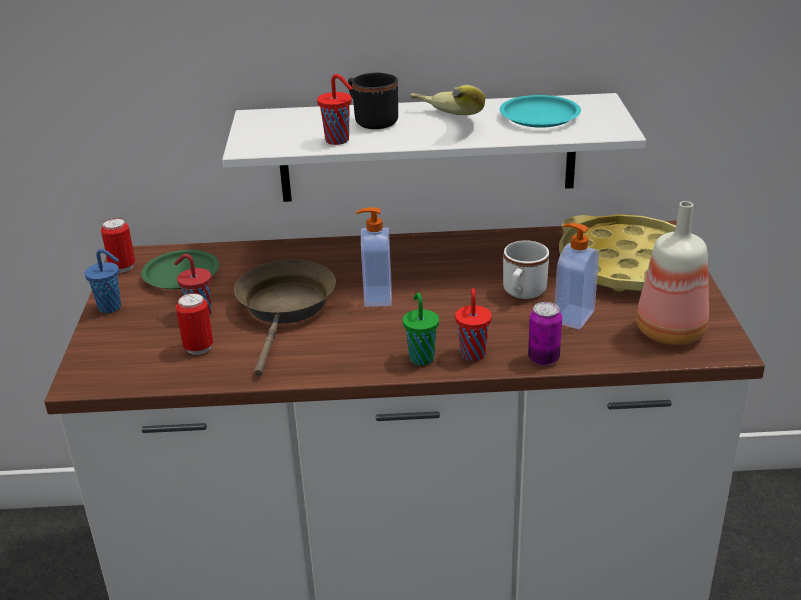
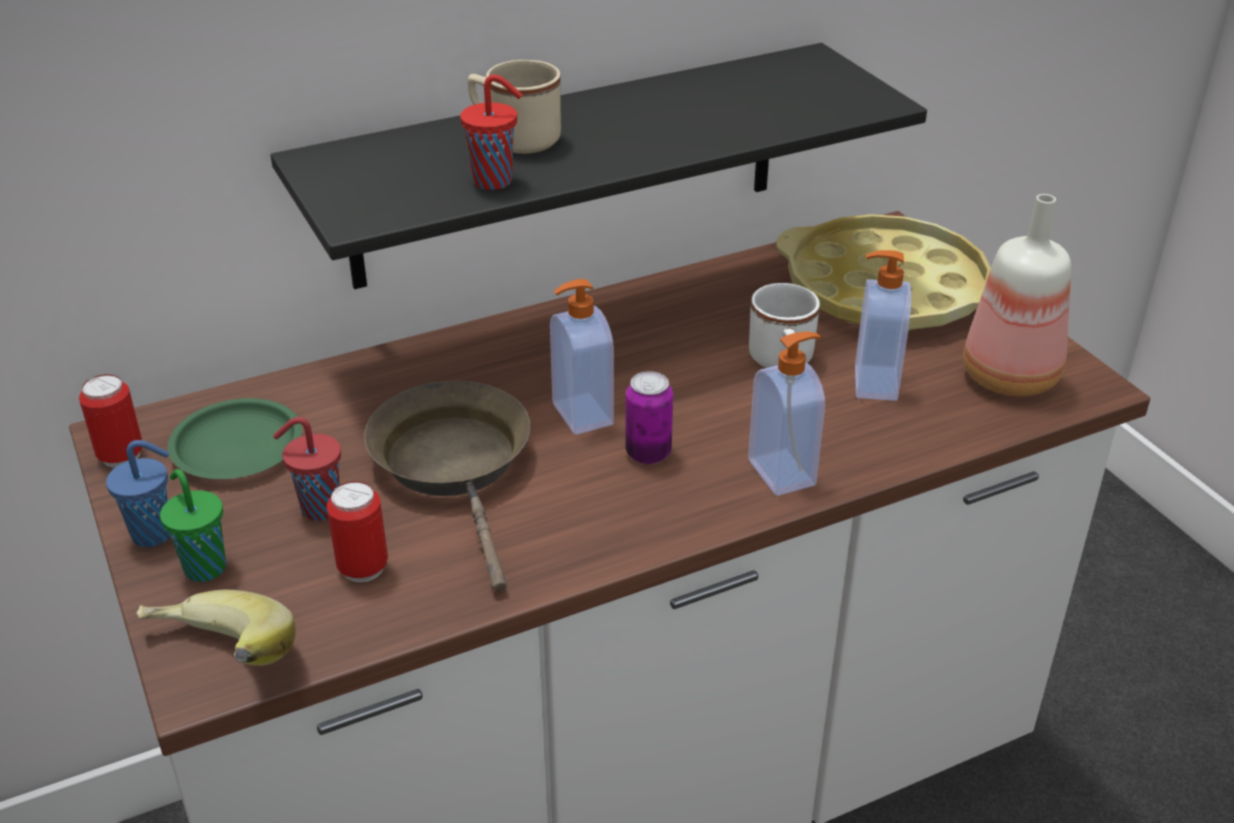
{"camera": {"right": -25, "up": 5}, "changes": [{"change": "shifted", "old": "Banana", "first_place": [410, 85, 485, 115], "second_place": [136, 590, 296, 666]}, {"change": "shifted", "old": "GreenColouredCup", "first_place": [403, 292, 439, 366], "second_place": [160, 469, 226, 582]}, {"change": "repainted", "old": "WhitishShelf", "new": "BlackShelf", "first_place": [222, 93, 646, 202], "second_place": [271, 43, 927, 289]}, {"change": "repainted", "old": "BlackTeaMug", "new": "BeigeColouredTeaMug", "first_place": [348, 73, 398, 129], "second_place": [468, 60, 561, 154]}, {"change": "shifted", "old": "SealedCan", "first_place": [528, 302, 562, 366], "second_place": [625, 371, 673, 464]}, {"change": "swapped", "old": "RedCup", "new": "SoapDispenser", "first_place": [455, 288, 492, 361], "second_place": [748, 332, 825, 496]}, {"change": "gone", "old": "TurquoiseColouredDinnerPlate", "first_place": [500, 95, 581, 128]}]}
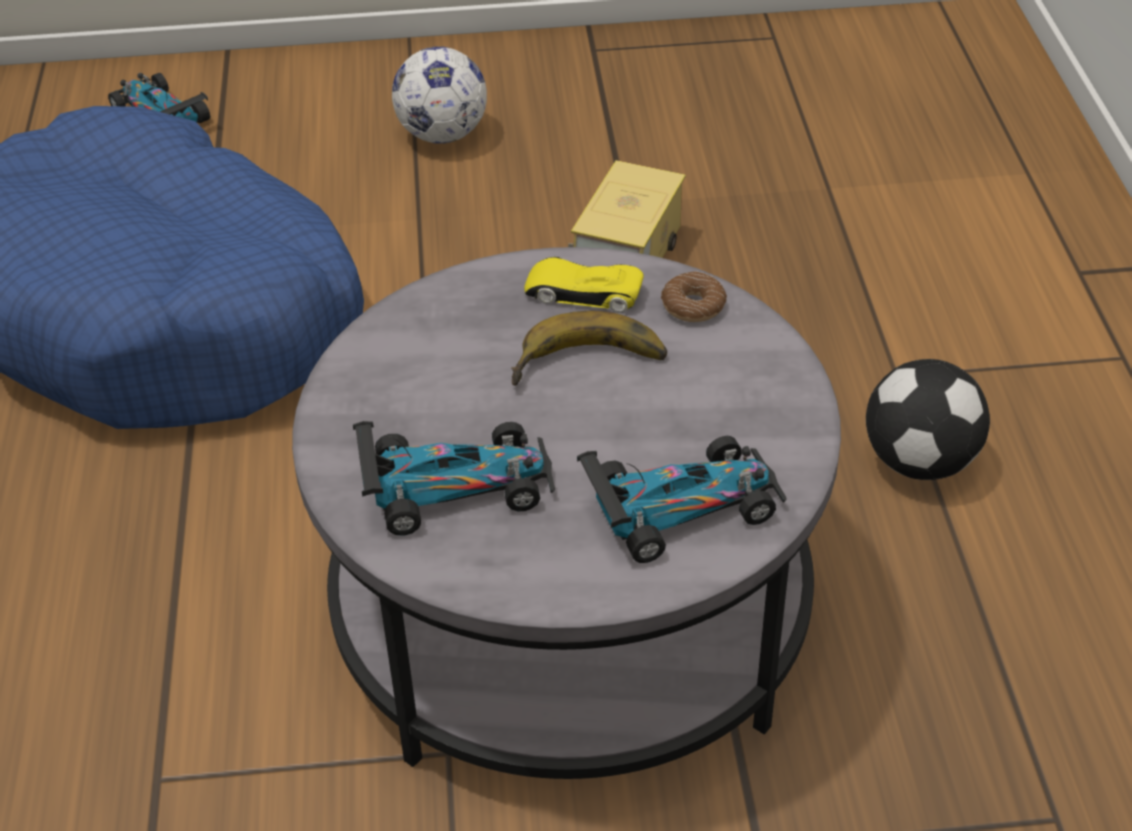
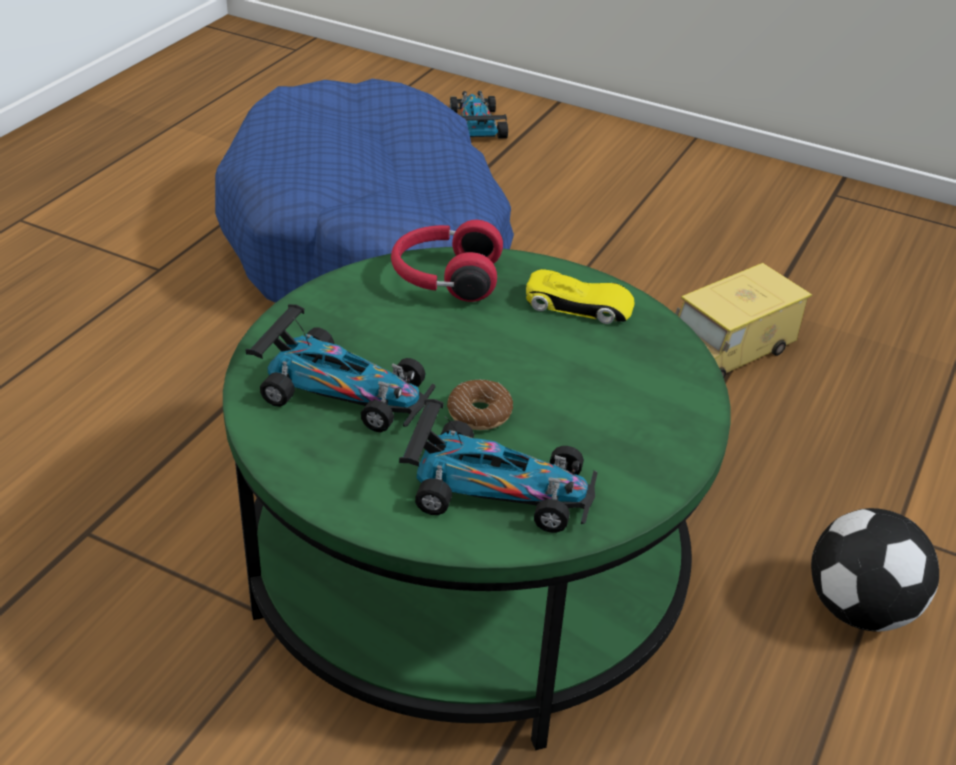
{"camera": {"right": 30, "up": -5}, "changes": [{"change": "repainted", "old": "GrayLoungeTable", "new": "GreenColouredLoungeTable", "first_place": [292, 247, 841, 779], "second_place": [223, 247, 731, 750]}, {"change": "new", "new": "RedHeadset", "second_place": [391, 220, 503, 302]}, {"change": "shifted", "old": "Donut", "first_place": [661, 271, 727, 322], "second_place": [447, 380, 513, 430]}, {"change": "rotated", "old": "YellowishMiniatureCar", "first_place": [524, 257, 644, 313], "second_place": [526, 269, 635, 324], "degrees": 150}, {"change": "gone", "old": "BallForFootball", "first_place": [392, 46, 487, 143]}, {"change": "gone", "old": "Banana", "first_place": [511, 311, 667, 386]}]}
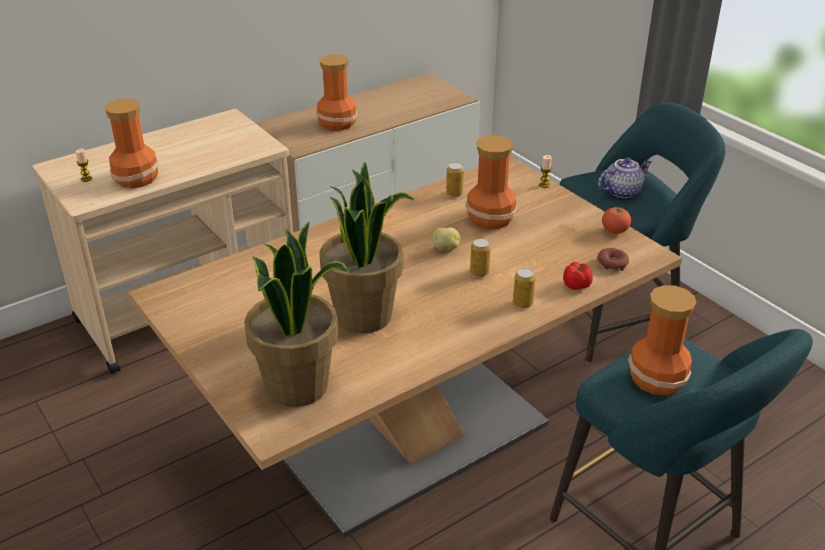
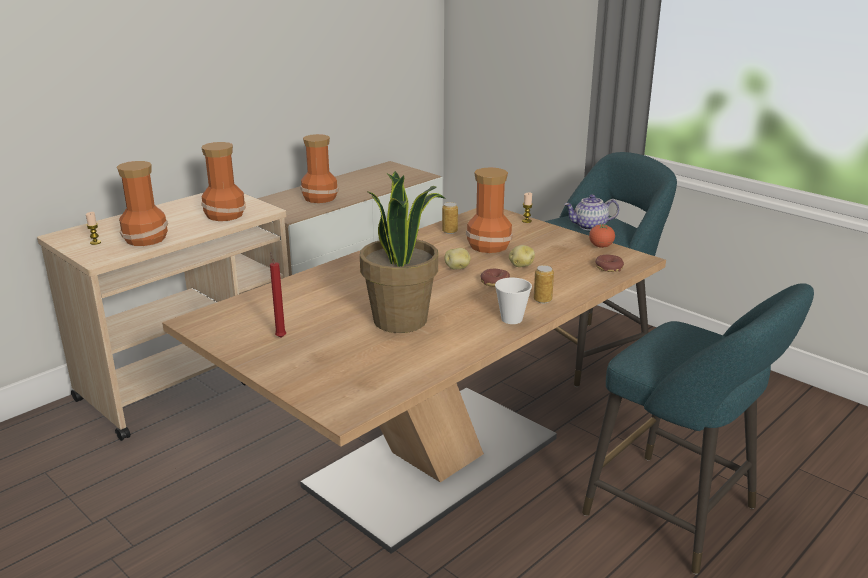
{"camera": {"right": -10, "up": -10}, "changes": [{"change": "shifted", "old": "FlowerVase", "first_place": [628, 285, 697, 395], "second_place": [201, 142, 246, 221]}, {"change": "new", "new": "RedCandle", "second_place": [270, 252, 286, 338]}, {"change": "swapped", "old": "SealedCan", "new": "Donut", "first_place": [470, 238, 491, 277], "second_place": [481, 269, 510, 287]}, {"change": "new", "new": "Cup", "second_place": [495, 278, 532, 324]}, {"change": "new", "new": "Spud", "second_place": [509, 245, 535, 267]}, {"change": "rotated", "old": "PotForTea", "first_place": [598, 158, 653, 198], "second_place": [564, 194, 619, 231], "degrees": -150}, {"change": "gone", "old": "Houseplant", "first_place": [244, 221, 350, 407]}, {"change": "gone", "old": "Tomato", "first_place": [563, 262, 593, 290]}]}
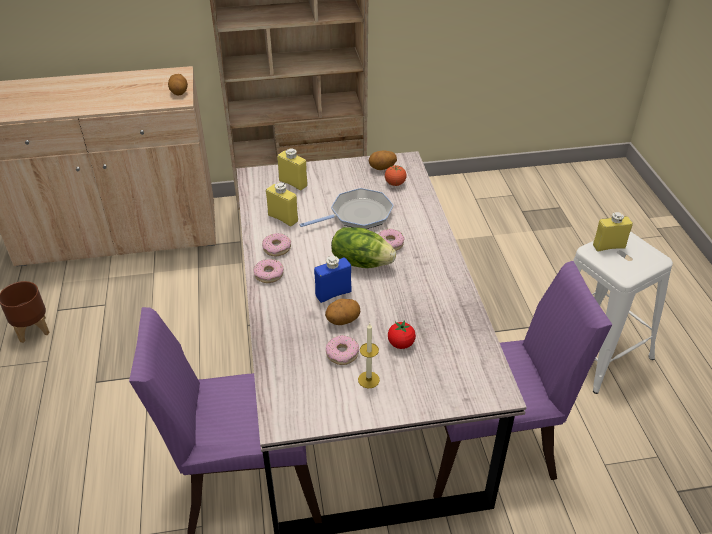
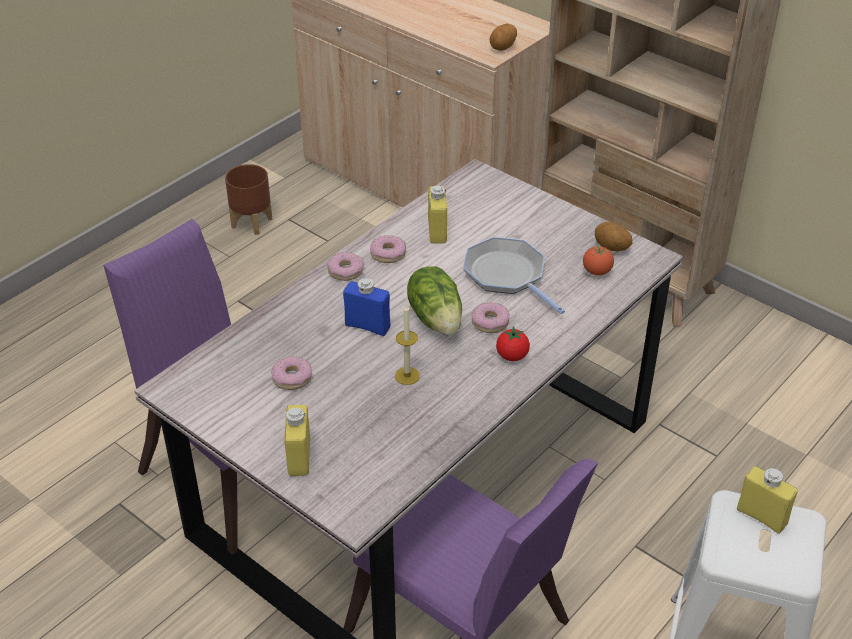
{"camera": {"right": 50, "up": 0}, "changes": [{"change": "shifted", "old": "YellowishDrinkBottle", "first_place": [277, 148, 308, 190], "second_place": [284, 405, 310, 476]}, {"change": "shifted", "old": "Candle", "first_place": [358, 323, 380, 388], "second_place": [395, 305, 420, 385]}, {"change": "rotated", "old": "Pan", "first_place": [299, 188, 394, 229], "second_place": [463, 237, 565, 314], "degrees": -150}, {"change": "shifted", "old": "Tomato", "first_place": [388, 320, 416, 349], "second_place": [496, 326, 530, 361]}, {"change": "gone", "old": "Spud", "first_place": [325, 299, 360, 325]}]}
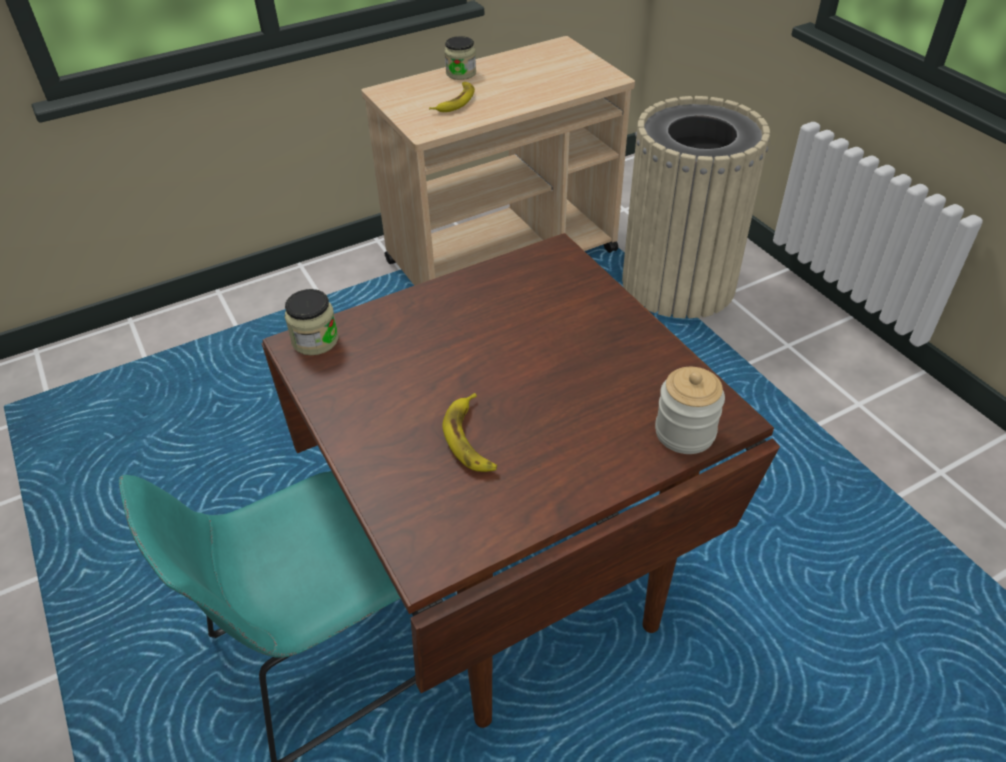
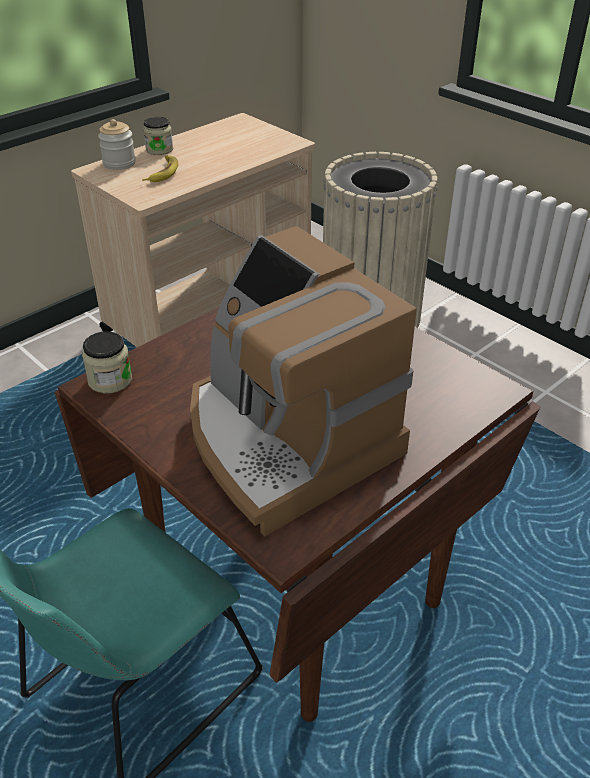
{"camera": {"right": -15, "up": -5}, "changes": [{"change": "shifted", "old": "PreserveJar", "first_place": [655, 367, 725, 454], "second_place": [98, 119, 136, 170]}, {"change": "swapped", "old": "Banana", "new": "CoffeeMachine", "first_place": [442, 393, 497, 472], "second_place": [190, 226, 417, 537]}]}
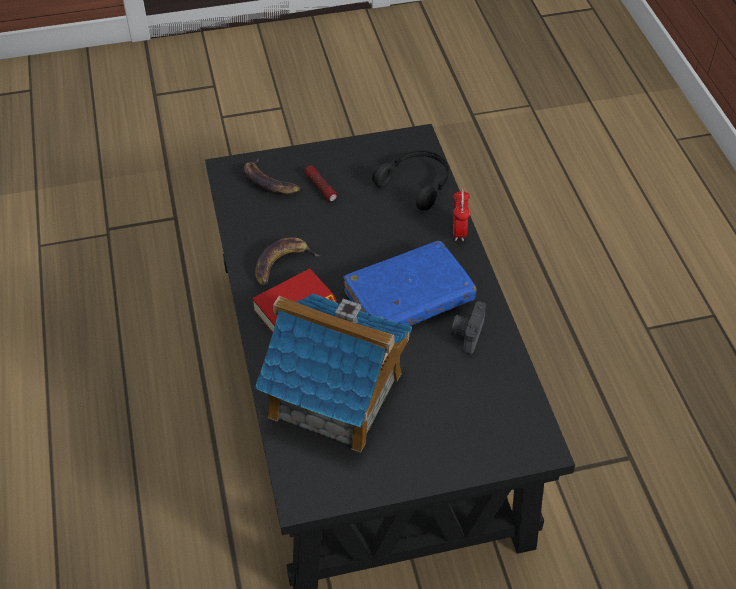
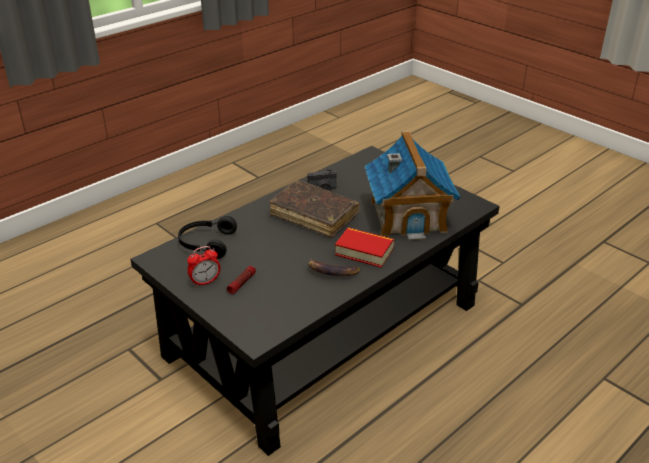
{"camera": {"right": -120, "up": -15}, "changes": [{"change": "shifted", "old": "AlarmClock", "first_place": [453, 189, 470, 241], "second_place": [187, 246, 221, 287]}, {"change": "repainted", "old": "BluishBoundBook", "new": "BrownBoundBook", "first_place": [343, 241, 477, 326], "second_place": [269, 180, 359, 238]}, {"change": "gone", "old": "Banana", "first_place": [244, 159, 300, 194]}]}
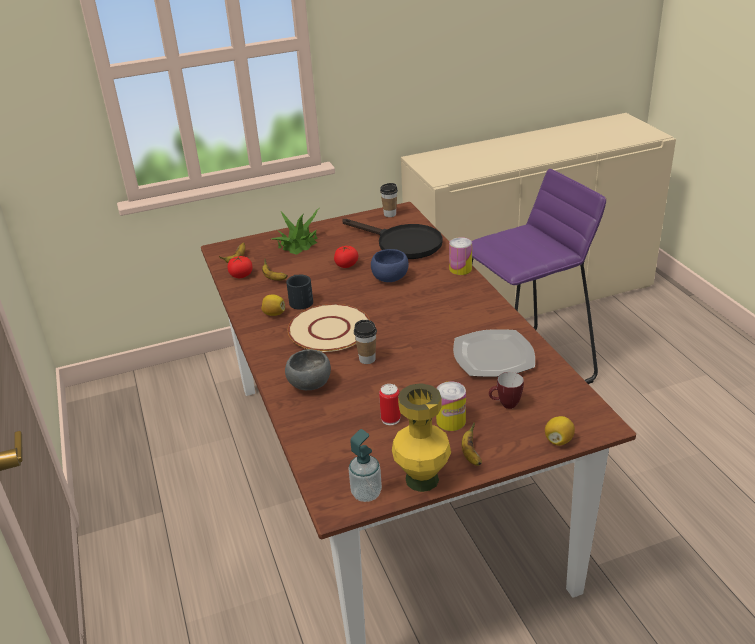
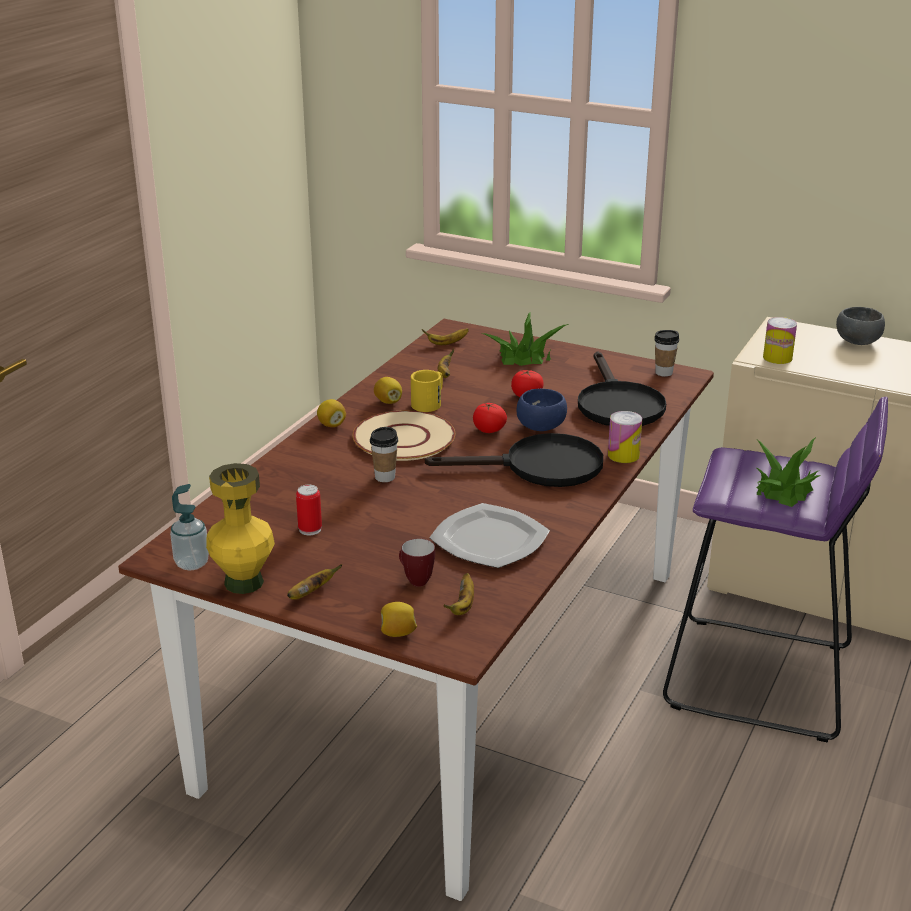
{"camera": {"right": 45, "up": -5}, "changes": [{"change": "new", "new": "WholeLemon", "second_place": [317, 399, 346, 427]}, {"change": "repainted", "old": "BlackTeaMug", "new": "YellowishTeaMug", "first_place": [286, 275, 313, 310], "second_place": [411, 370, 443, 412]}, {"change": "new", "new": "BlackPan", "second_place": [425, 433, 603, 487]}, {"change": "new", "new": "Banana", "second_place": [443, 573, 474, 615]}, {"change": "shifted", "old": "Tomato", "first_place": [227, 256, 253, 278], "second_place": [473, 402, 507, 433]}, {"change": "new", "new": "Houseplant", "second_place": [756, 437, 821, 507]}, {"change": "shifted", "old": "SealedCan", "first_place": [436, 381, 466, 431], "second_place": [763, 317, 797, 364]}, {"change": "shifted", "old": "GrayBowl", "first_place": [285, 349, 331, 390], "second_place": [836, 307, 885, 345]}]}
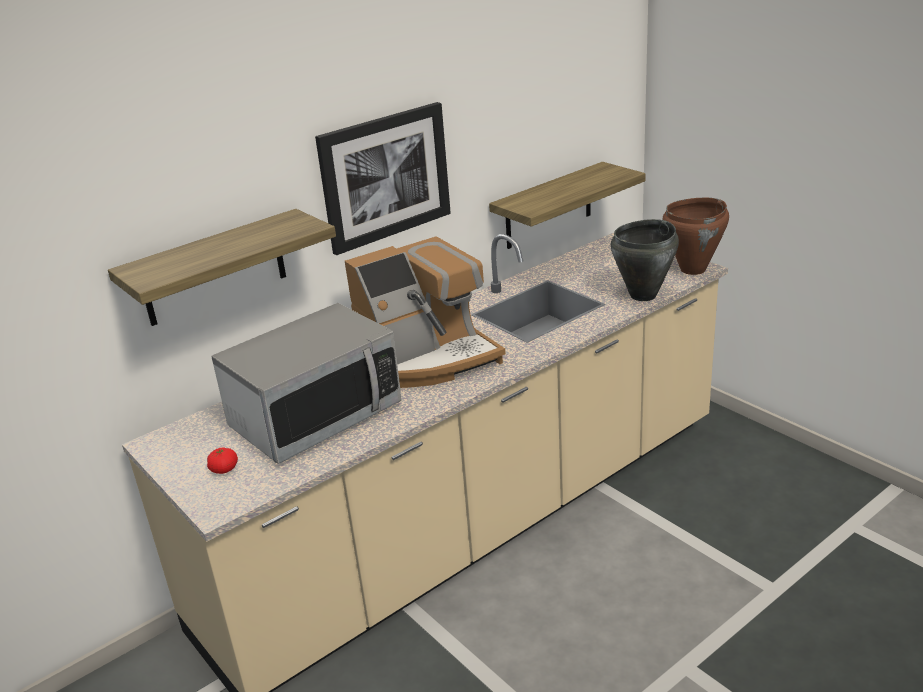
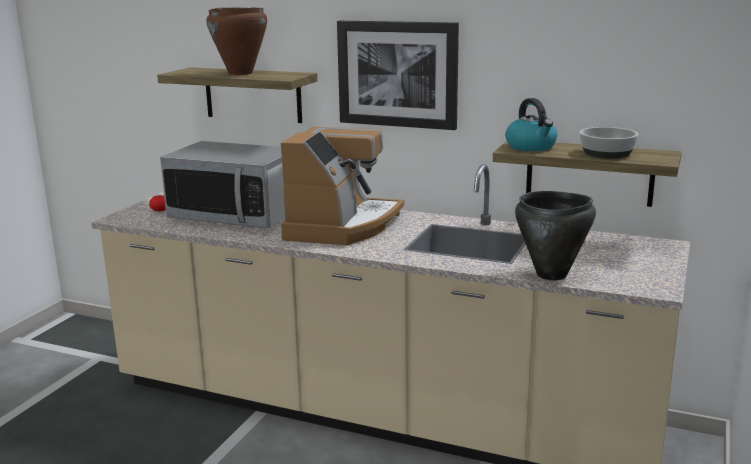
{"camera": {"right": 60, "up": -10}, "changes": [{"change": "shifted", "old": "BrownSaucepot", "first_place": [662, 198, 729, 275], "second_place": [206, 7, 267, 75]}, {"change": "rotated", "old": "CoffeeMachine", "first_place": [345, 236, 506, 388], "second_place": [281, 127, 404, 245], "degrees": -105}, {"change": "new", "new": "WaterKettle", "second_place": [505, 98, 557, 151]}, {"change": "new", "new": "Bowl", "second_place": [579, 127, 639, 158]}]}
